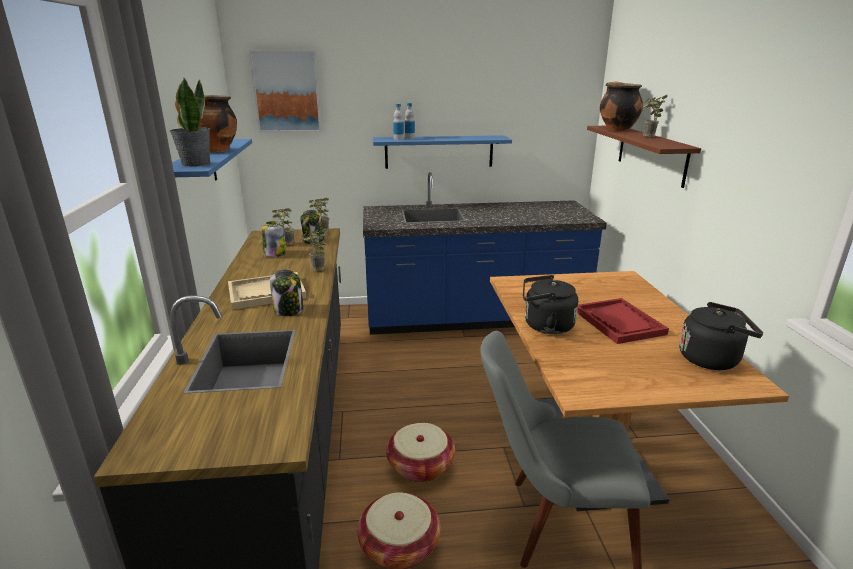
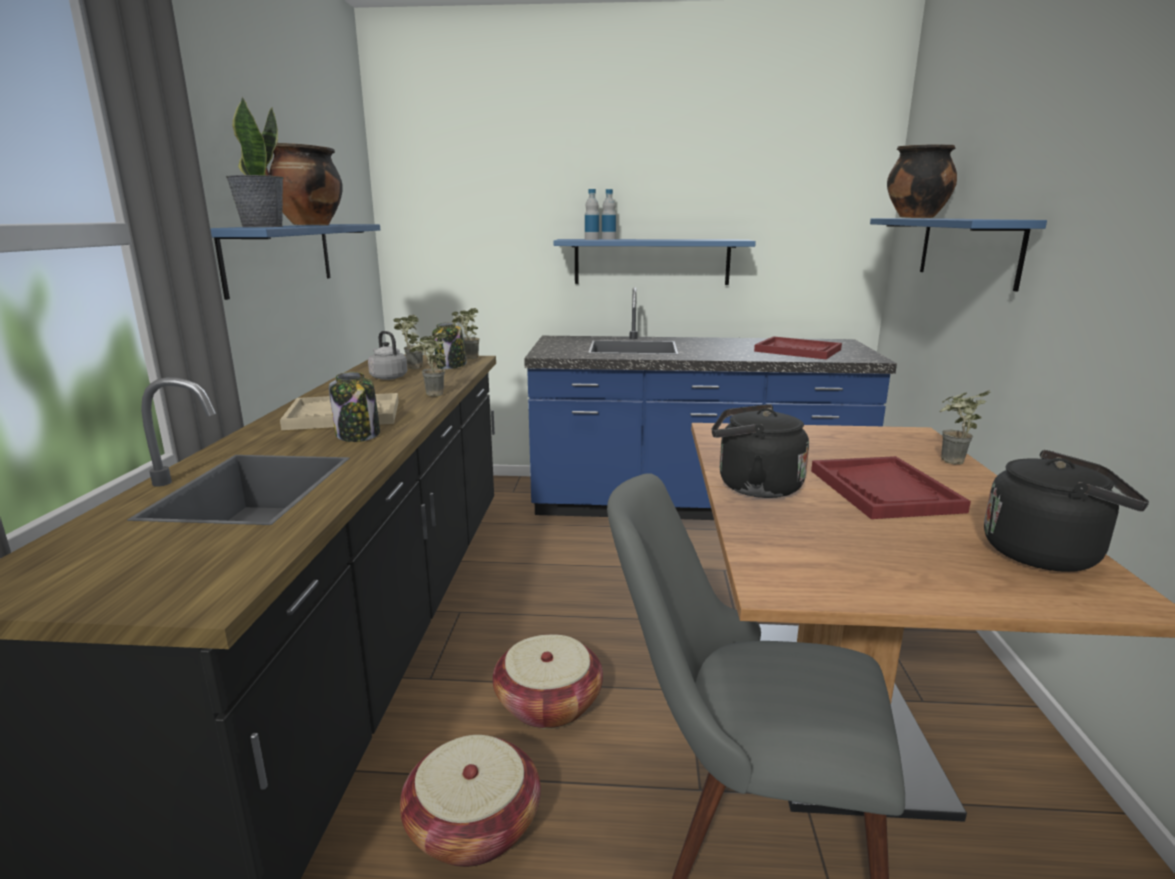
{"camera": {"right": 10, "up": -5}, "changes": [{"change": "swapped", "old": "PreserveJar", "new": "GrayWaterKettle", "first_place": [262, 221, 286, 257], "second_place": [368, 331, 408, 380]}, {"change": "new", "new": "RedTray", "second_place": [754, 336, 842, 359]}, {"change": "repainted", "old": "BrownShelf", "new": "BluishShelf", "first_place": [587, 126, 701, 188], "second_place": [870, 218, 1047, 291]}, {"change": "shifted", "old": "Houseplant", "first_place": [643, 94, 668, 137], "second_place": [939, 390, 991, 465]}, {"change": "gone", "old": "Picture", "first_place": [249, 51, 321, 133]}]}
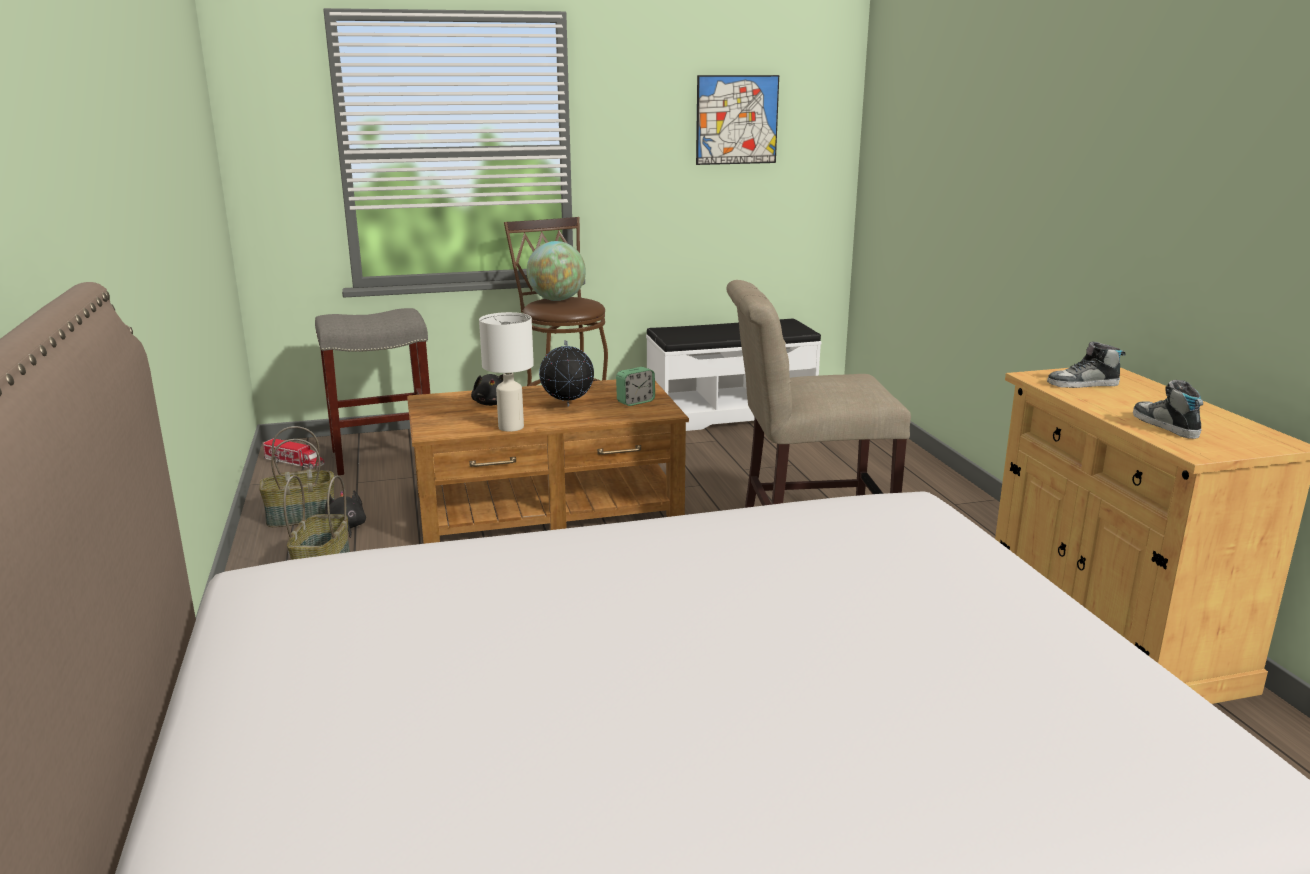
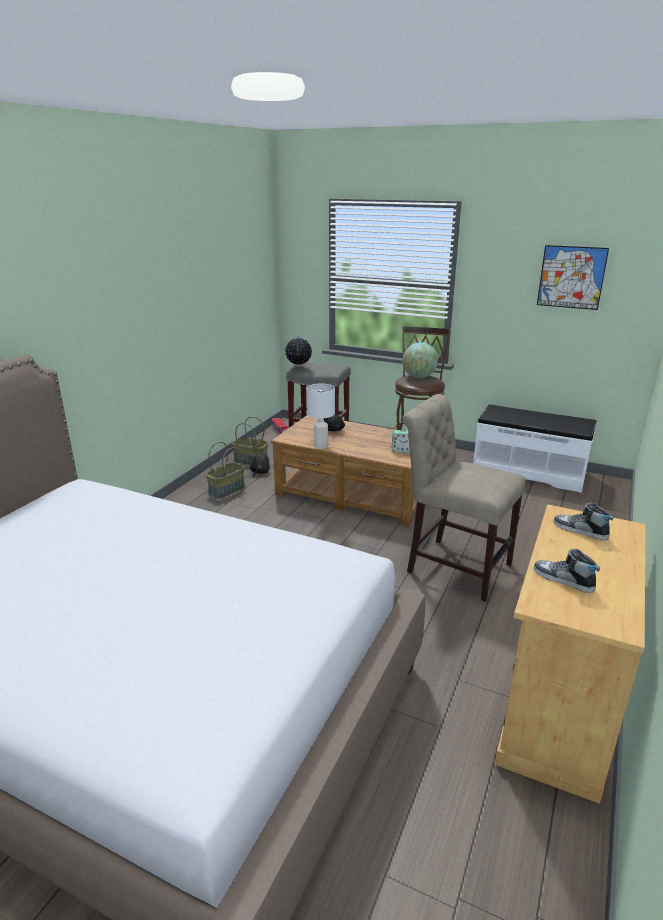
{"camera": {"right": 40, "up": 5}, "changes": [{"change": "shifted", "old": "WorldGlobe", "first_place": [539, 340, 594, 407], "second_place": [285, 335, 312, 368]}, {"change": "rotated", "old": "ItemOfFootwear", "first_place": [1133, 380, 1203, 439], "second_place": [534, 549, 600, 593], "degrees": -75}]}
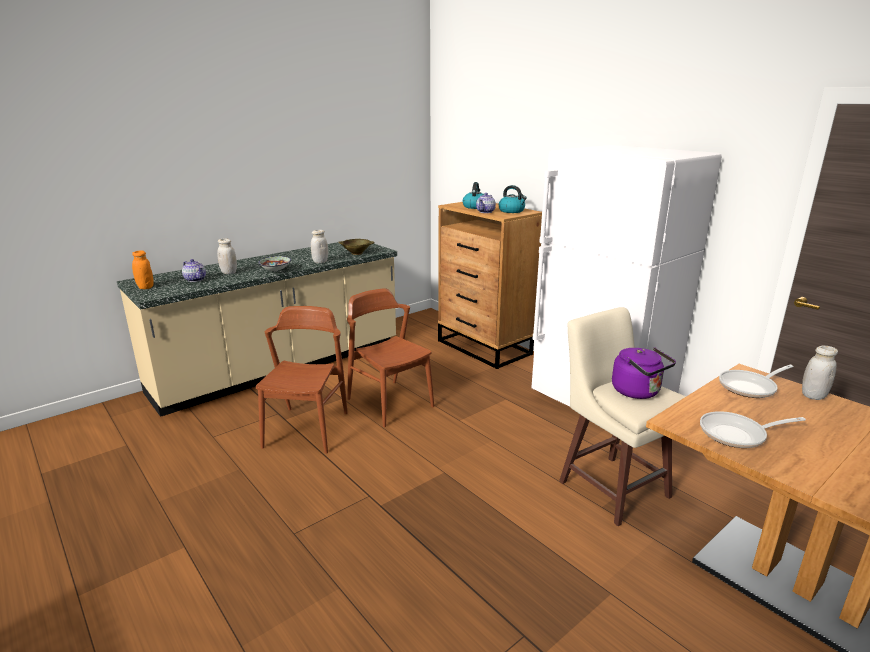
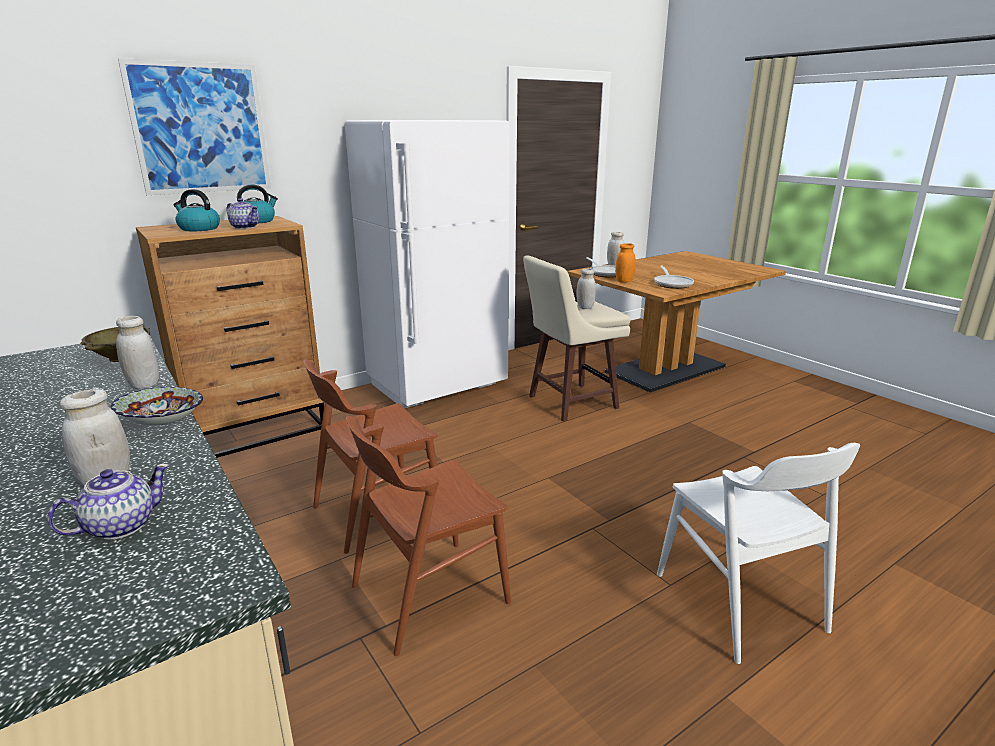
{"camera": {"right": -85, "up": 0}, "changes": [{"change": "new", "new": "Picture", "second_place": [118, 58, 271, 195]}, {"change": "rotated", "old": "BrownPlainChair", "first_place": [256, 306, 348, 454], "second_place": [346, 416, 511, 656], "degrees": -45}, {"change": "swapped", "old": "PurpleColouredWaterKettle", "new": "WhitishPreserveJar", "first_place": [612, 347, 676, 399], "second_place": [577, 268, 596, 309]}, {"change": "shifted", "old": "OrangePreserveJar", "first_place": [132, 250, 154, 289], "second_place": [615, 243, 636, 283]}, {"change": "new", "new": "WhitishPlainChair", "second_place": [657, 443, 860, 664]}]}
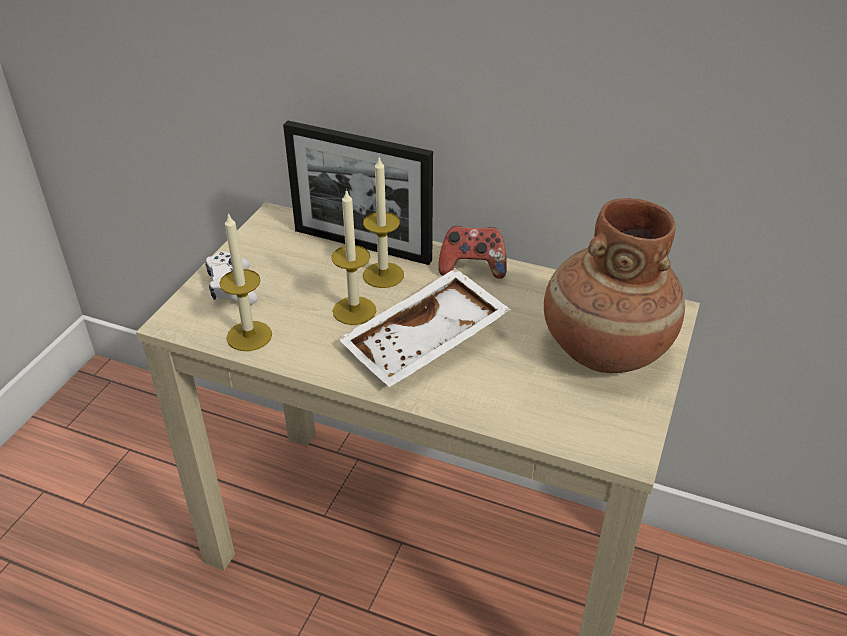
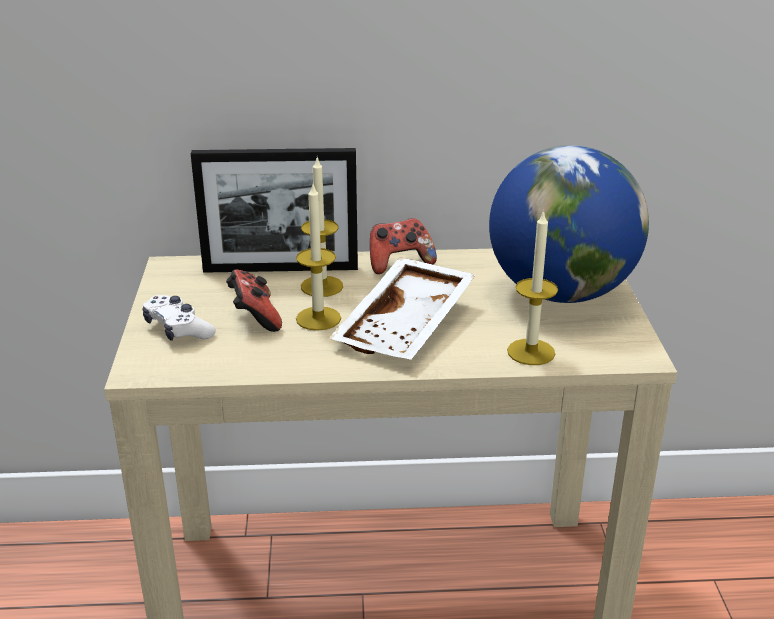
{"camera": {"right": -25, "up": -10}, "changes": [{"change": "new", "new": "Joypad", "second_place": [226, 269, 282, 332]}, {"change": "swapped", "old": "BrownFlowerVase", "new": "WorldGlobe", "first_place": [544, 198, 685, 373], "second_place": [489, 145, 649, 303]}, {"change": "shifted", "old": "Candle", "first_place": [220, 213, 272, 351], "second_place": [507, 210, 558, 365]}]}
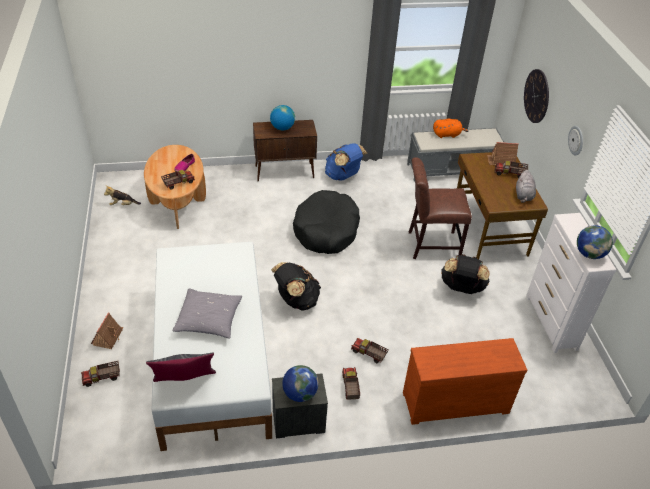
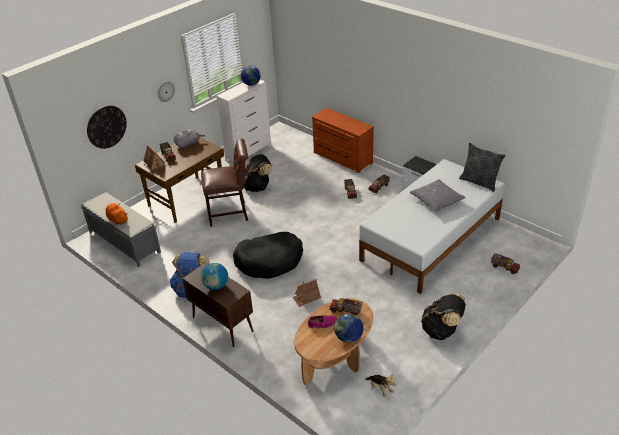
{"camera": {"right": -125, "up": -5}, "changes": [{"change": "rotated", "old": "BrownPlainChair", "first_place": [409, 157, 472, 259], "second_place": [201, 138, 248, 227], "degrees": -60}, {"change": "shifted", "old": "ToyHouse", "first_place": [91, 312, 124, 349], "second_place": [292, 279, 321, 307]}, {"change": "shifted", "old": "WorldGlobe", "first_place": [282, 365, 319, 402], "second_place": [334, 313, 363, 343]}, {"change": "shifted", "old": "BlackRucksack", "first_place": [271, 262, 321, 311], "second_place": [421, 293, 466, 340]}]}
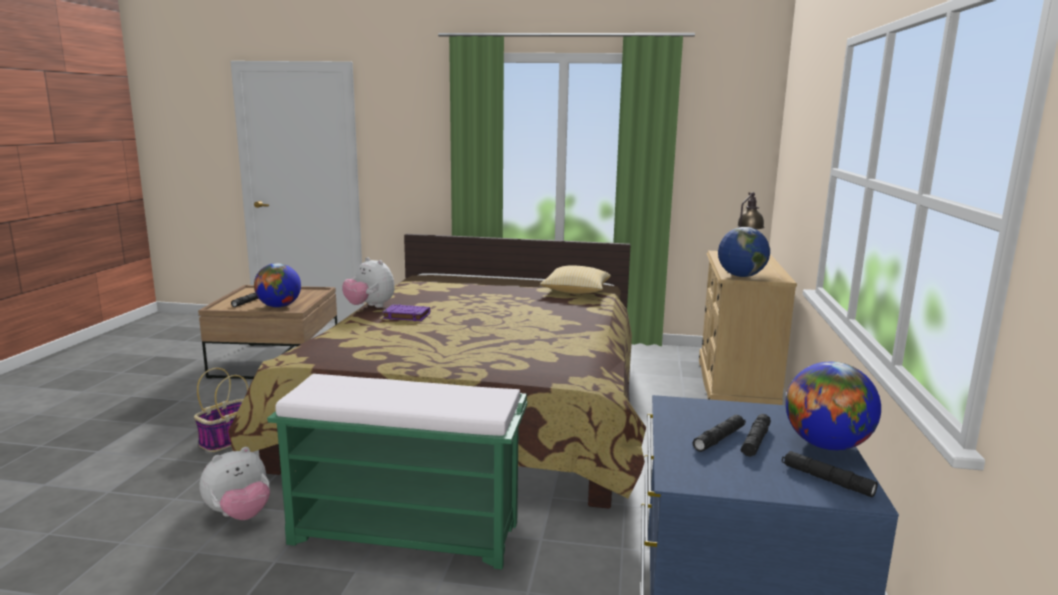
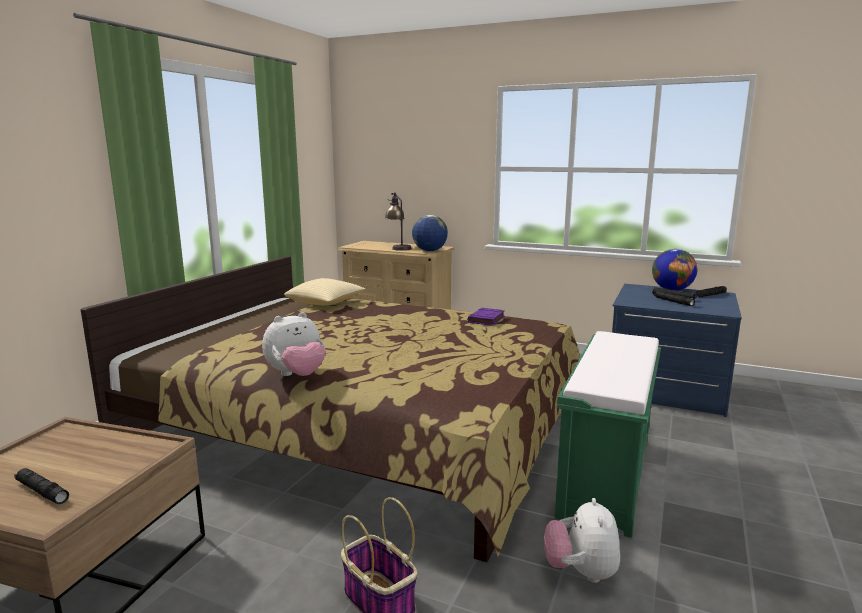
{"camera": {"right": -75, "up": 0}, "changes": [{"change": "shifted", "old": "PurpleColouredBoundBook", "first_place": [383, 304, 430, 321], "second_place": [467, 308, 505, 326]}, {"change": "rotated", "old": "SoftToy", "first_place": [200, 447, 270, 520], "second_place": [544, 498, 620, 583], "degrees": -150}, {"change": "gone", "old": "WorldGlobe", "first_place": [254, 263, 301, 308]}]}
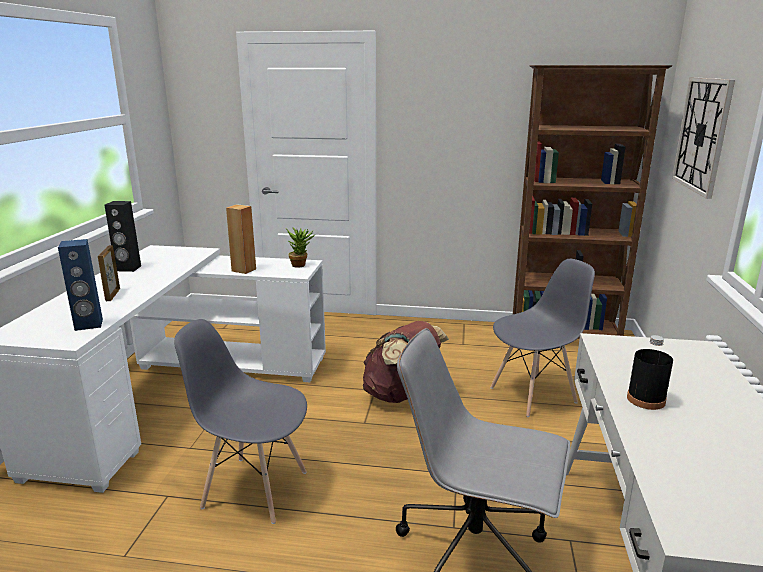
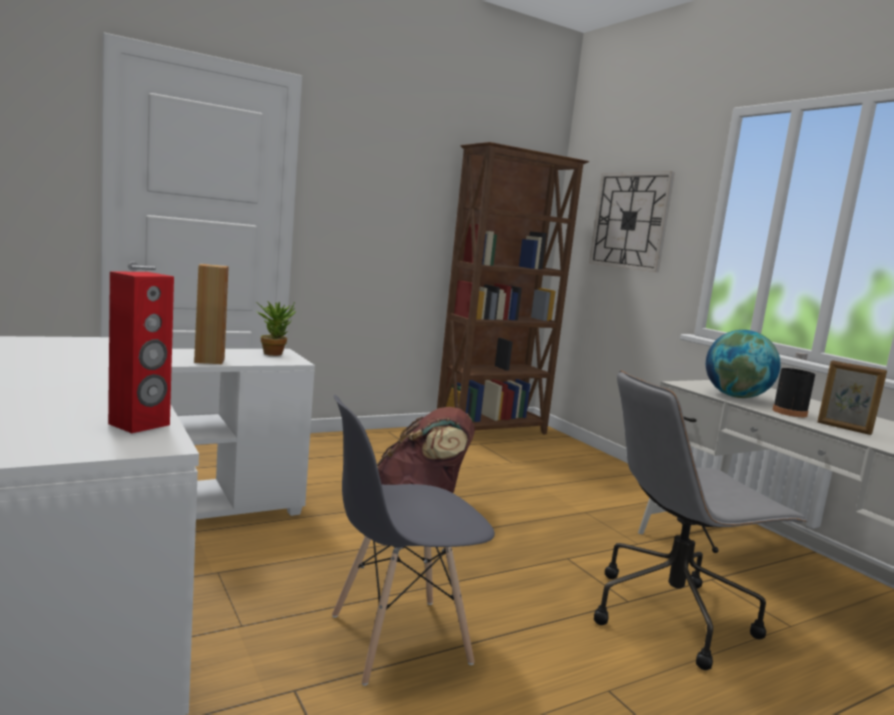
{"camera": {"right": -40, "up": -10}, "changes": [{"change": "repainted", "old": "BluishSpeaker", "new": "RedSpeaker", "first_place": [58, 239, 103, 331], "second_place": [108, 272, 174, 433]}, {"change": "new", "new": "WorldGlobe", "second_place": [706, 330, 781, 398]}, {"change": "shifted", "old": "PhotoFrame", "first_place": [98, 245, 120, 301], "second_place": [817, 360, 887, 435]}, {"change": "gone", "old": "BlackSpeaker", "first_place": [104, 201, 141, 272]}, {"change": "gone", "old": "GrayPlainChair", "first_place": [490, 259, 595, 417]}]}
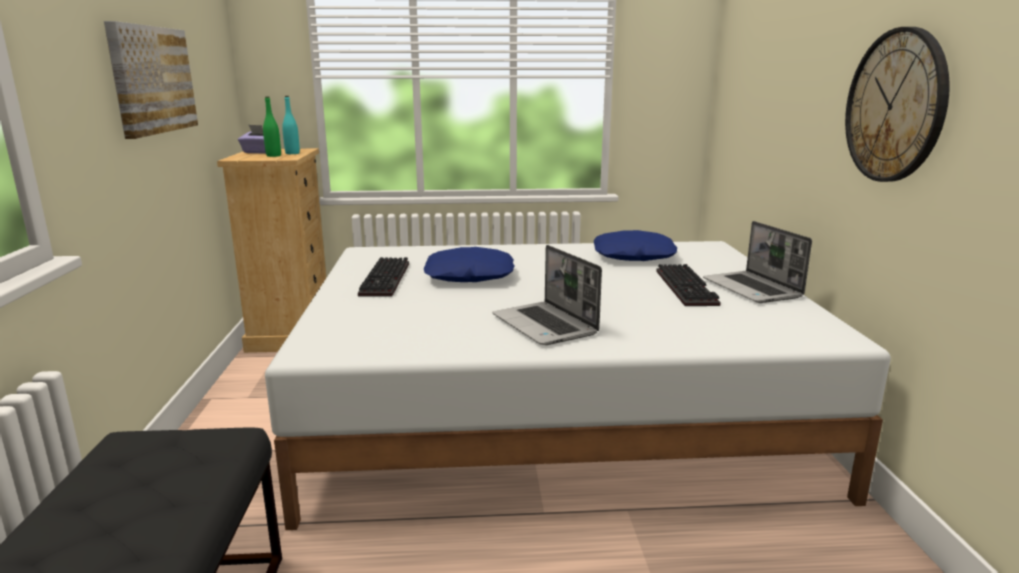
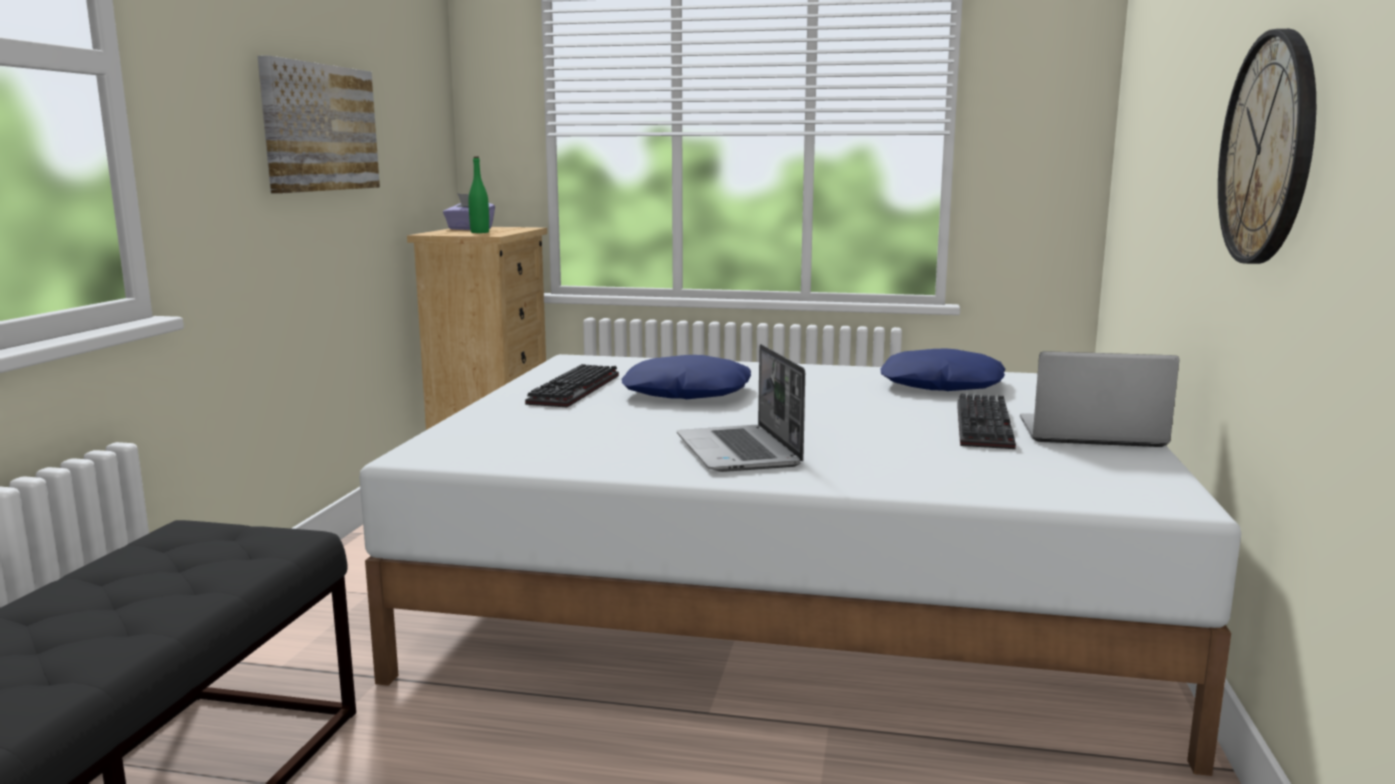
{"camera": {"right": 15, "up": -5}, "changes": [{"change": "rotated", "old": "Laptop", "first_place": [703, 221, 812, 303], "second_place": [1020, 351, 1179, 447], "degrees": 105}, {"change": "gone", "old": "TurquoiseColouredDrinkBottle", "first_place": [282, 96, 300, 154]}]}
